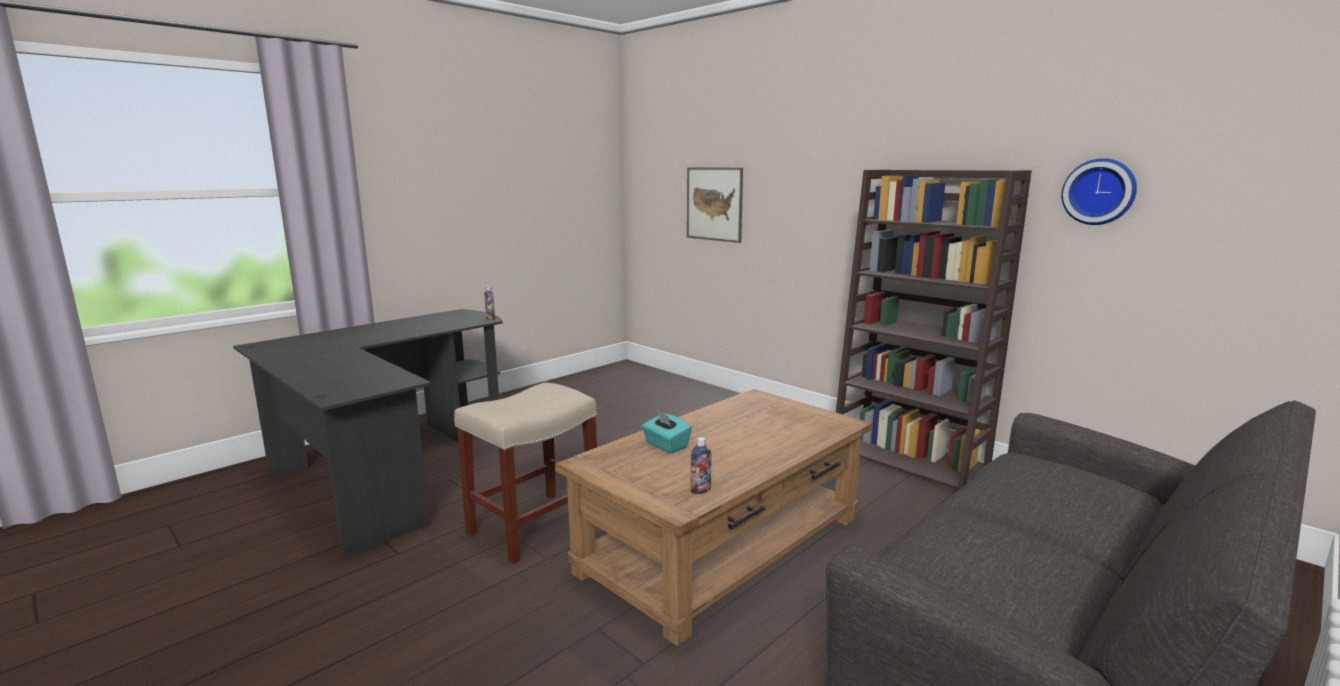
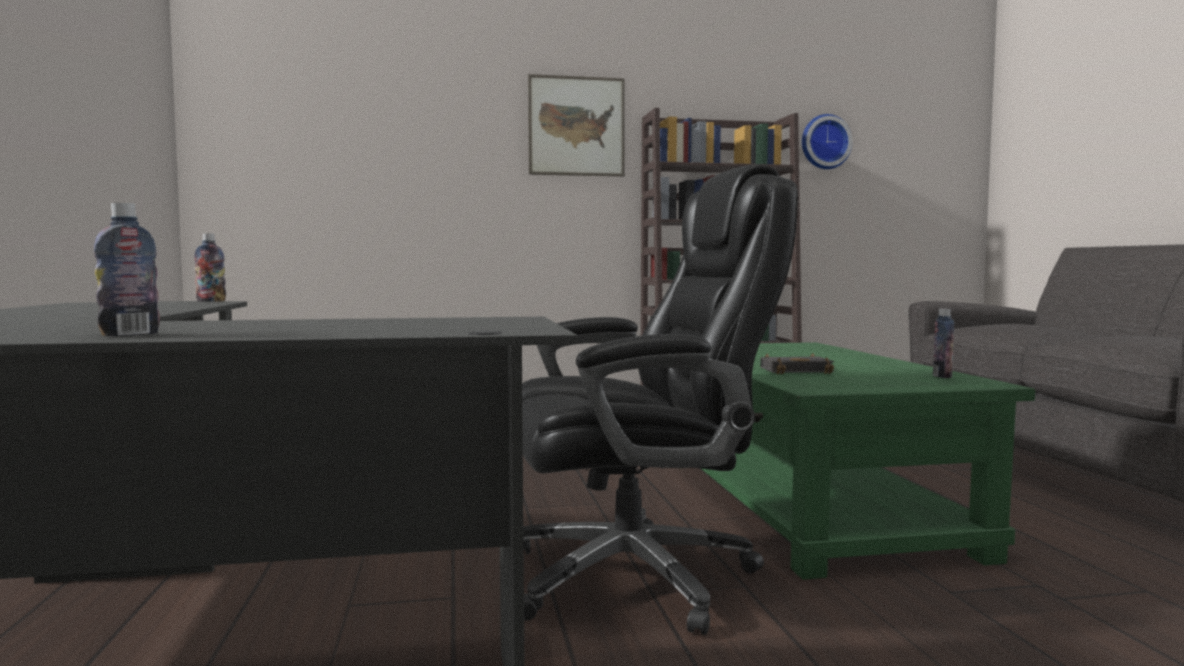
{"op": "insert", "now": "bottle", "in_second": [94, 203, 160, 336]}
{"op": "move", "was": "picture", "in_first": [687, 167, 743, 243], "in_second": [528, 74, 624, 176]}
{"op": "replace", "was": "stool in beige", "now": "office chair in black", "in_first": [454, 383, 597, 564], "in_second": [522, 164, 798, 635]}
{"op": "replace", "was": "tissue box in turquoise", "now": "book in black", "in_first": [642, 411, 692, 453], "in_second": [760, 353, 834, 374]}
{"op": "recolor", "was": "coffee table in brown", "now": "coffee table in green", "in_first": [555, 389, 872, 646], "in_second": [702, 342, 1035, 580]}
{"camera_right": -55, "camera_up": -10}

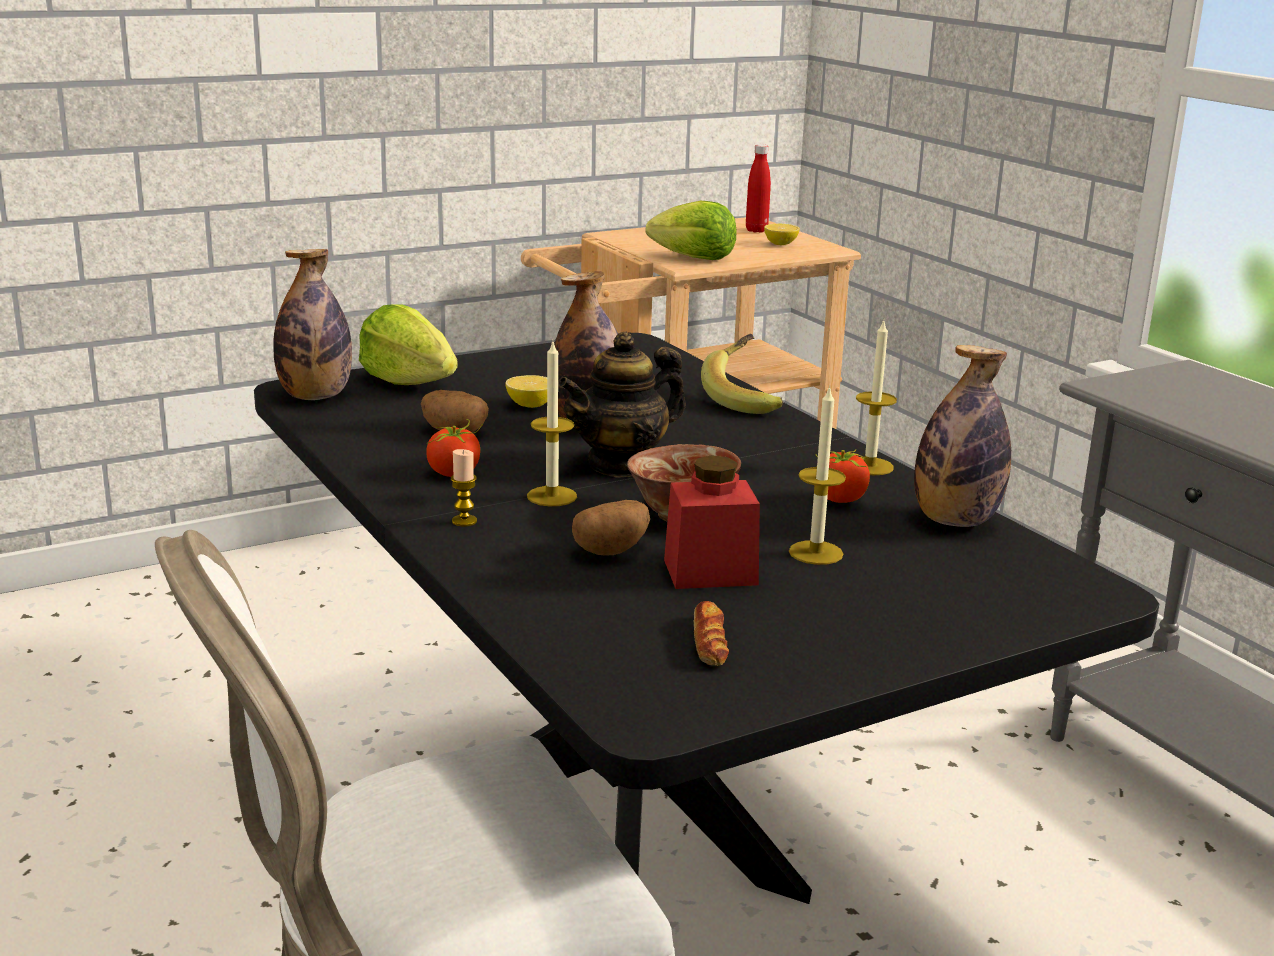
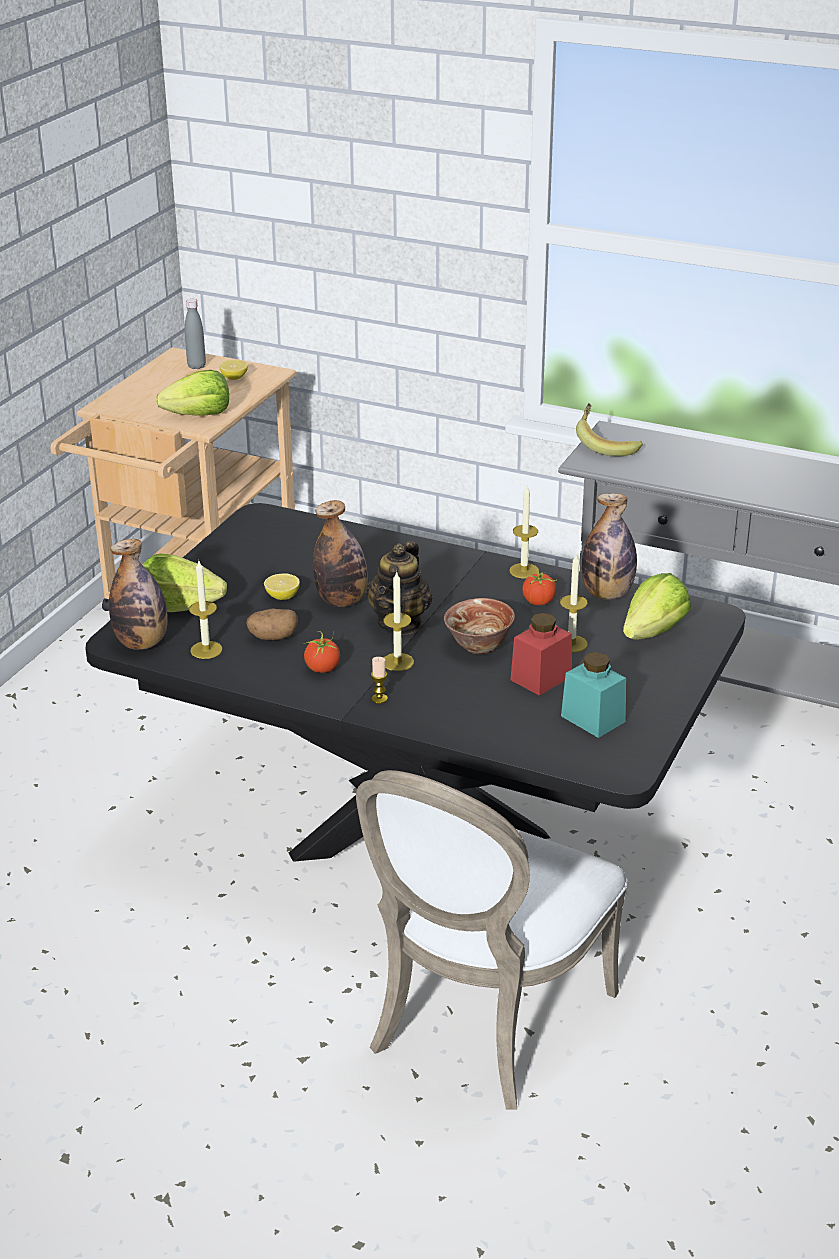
{"op": "delete", "was": "potato", "in_first": [572, 500, 650, 556]}
{"op": "insert", "now": "candle", "in_second": [189, 561, 222, 659]}
{"op": "insert", "now": "lettuce", "in_second": [623, 573, 691, 639]}
{"op": "move", "was": "banana", "in_first": [701, 334, 783, 414], "in_second": [576, 403, 643, 457]}
{"op": "replace", "was": "bread", "now": "jar in turquoise", "in_first": [694, 601, 729, 666], "in_second": [561, 652, 626, 738]}
{"op": "recolor", "was": "bottle in red", "now": "bottle in grey", "in_first": [746, 144, 771, 233], "in_second": [185, 299, 206, 369]}
{"camera_right": -35, "camera_up": 10}

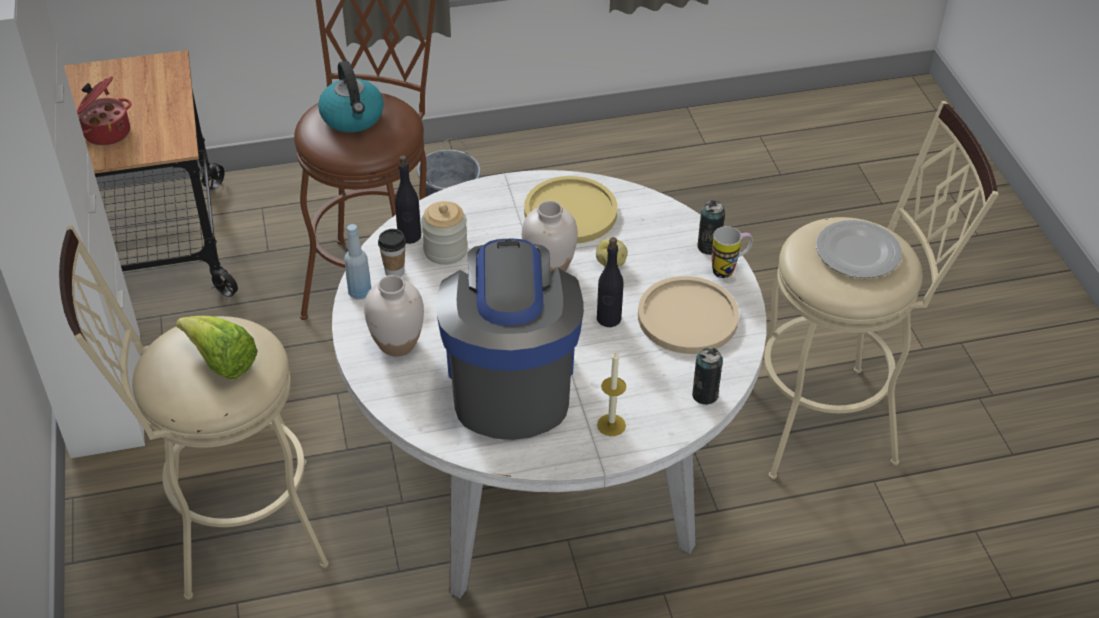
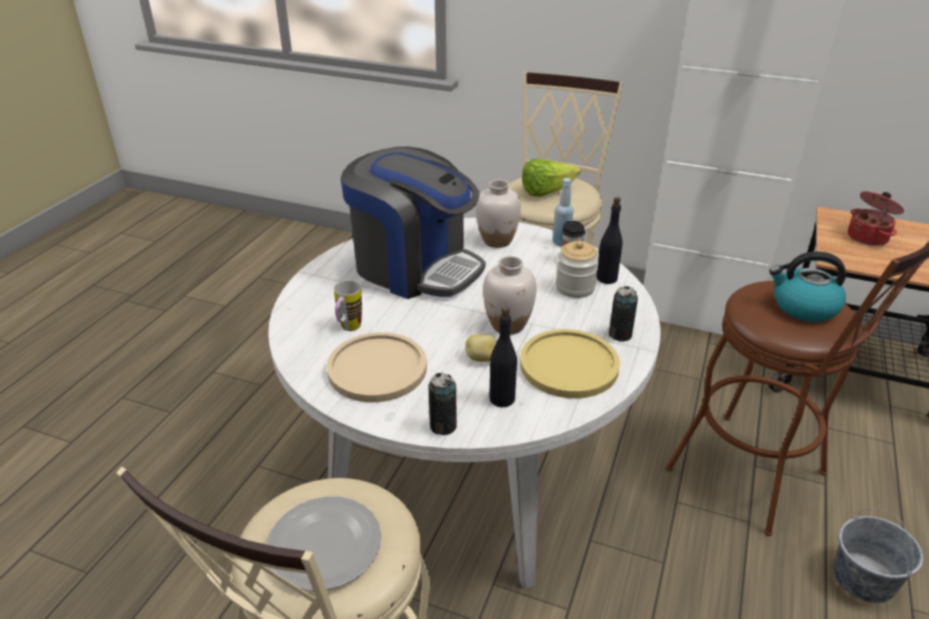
{"op": "delete", "was": "candle", "in_first": [597, 352, 626, 436]}
{"op": "move", "was": "bottle in black", "in_first": [597, 237, 623, 327], "in_second": [489, 306, 517, 407]}
{"op": "move", "was": "can", "in_first": [692, 347, 723, 405], "in_second": [609, 286, 638, 342]}
{"op": "move", "was": "mug", "in_first": [712, 226, 753, 278], "in_second": [334, 280, 362, 331]}
{"camera_right": 125, "camera_up": -10}

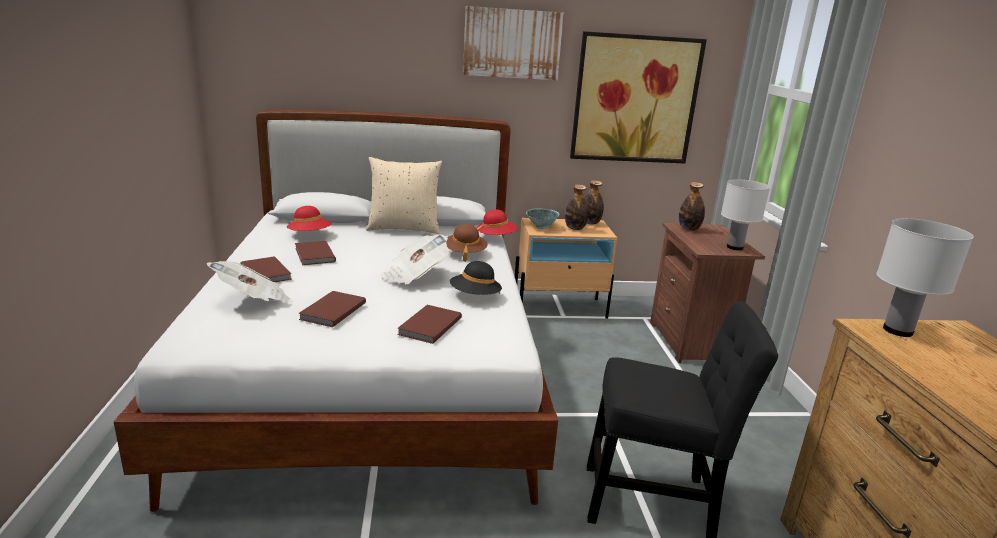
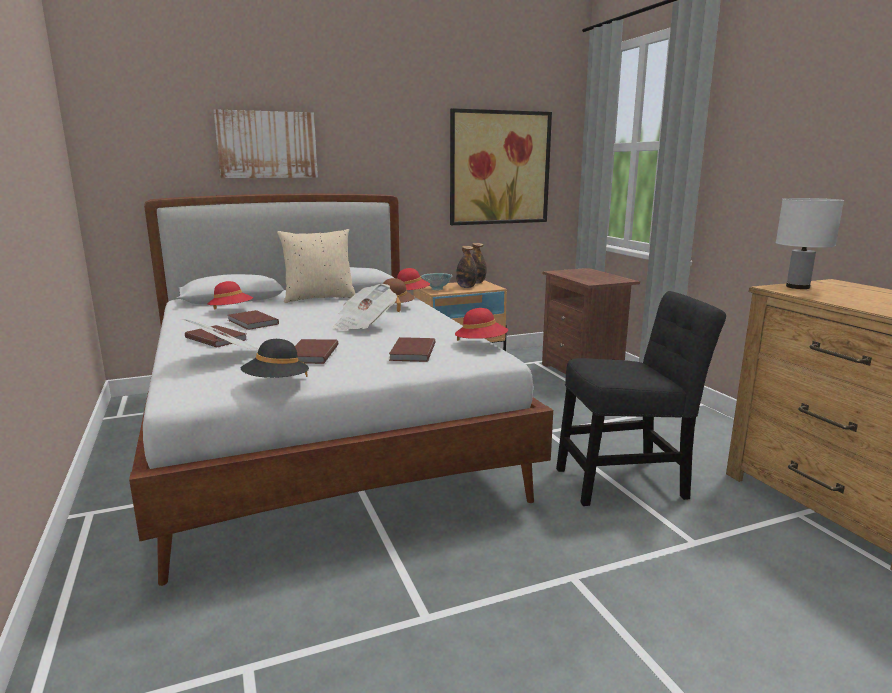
{"op": "delete", "was": "bottle", "in_first": [679, 182, 705, 231]}
{"op": "delete", "was": "table lamp in white", "in_first": [721, 179, 770, 250]}
{"op": "insert", "now": "hat in red", "in_second": [455, 308, 508, 341]}
{"op": "move", "was": "hat in black", "in_first": [450, 261, 502, 295], "in_second": [241, 339, 309, 378]}
{"op": "move", "was": "picture", "in_first": [463, 6, 564, 80], "in_second": [214, 109, 318, 178]}
{"camera_right": -15, "camera_up": -5}

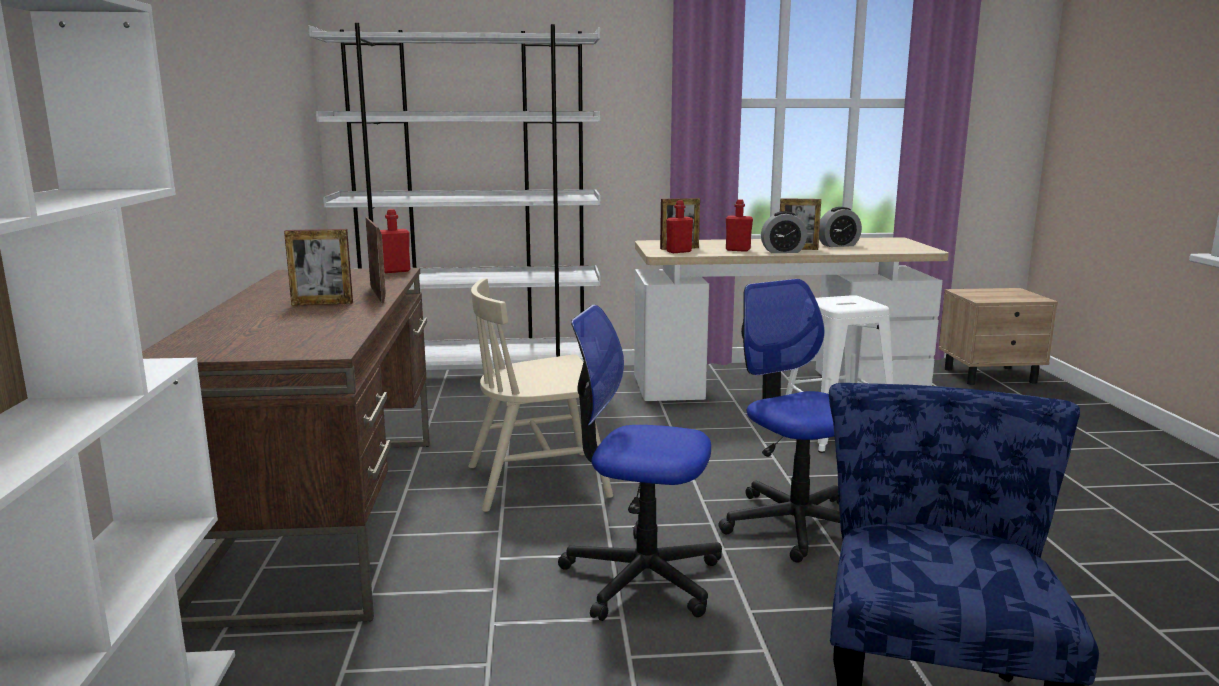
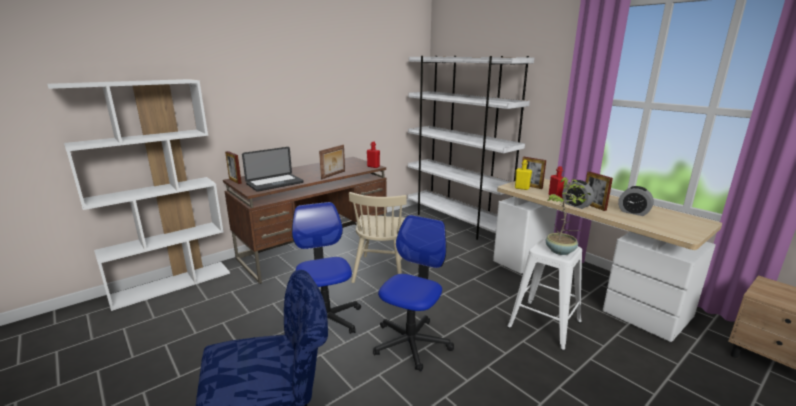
{"op": "insert", "now": "laptop", "in_second": [242, 147, 304, 192]}
{"op": "insert", "now": "potted plant", "in_second": [545, 177, 591, 255]}
{"op": "move", "was": "picture frame", "in_first": [284, 229, 353, 306], "in_second": [225, 151, 242, 184]}
{"op": "recolor", "was": "bottle in red", "now": "bottle in yellow", "in_first": [666, 200, 693, 253], "in_second": [515, 160, 532, 190]}
{"op": "rotate", "was": "chair in beige", "in_first": [469, 278, 613, 512], "in_second": [349, 192, 407, 283], "clockwise": -120}
{"camera_right": 55, "camera_up": 5}

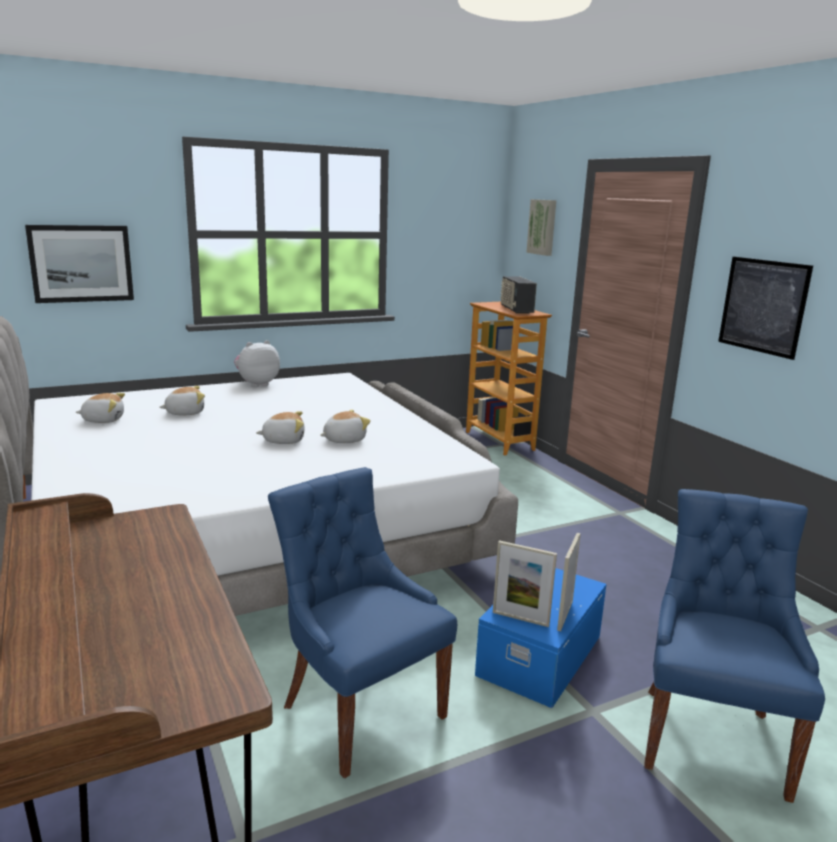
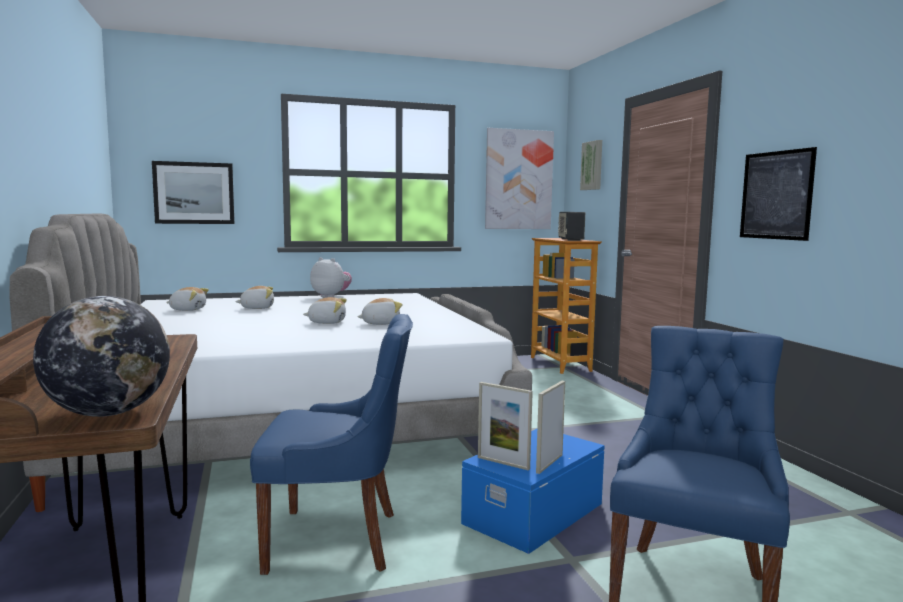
{"op": "insert", "now": "globe", "in_second": [33, 296, 170, 417]}
{"op": "insert", "now": "picture", "in_second": [485, 128, 554, 229]}
{"op": "rotate", "was": "plush toy", "in_first": [234, 340, 280, 387], "in_second": [310, 257, 352, 297], "clockwise": 60}
{"op": "rotate", "was": "chair in blue", "in_first": [268, 467, 457, 778], "in_second": [250, 314, 413, 575], "clockwise": 120}
{"camera_right": 10, "camera_up": -10}

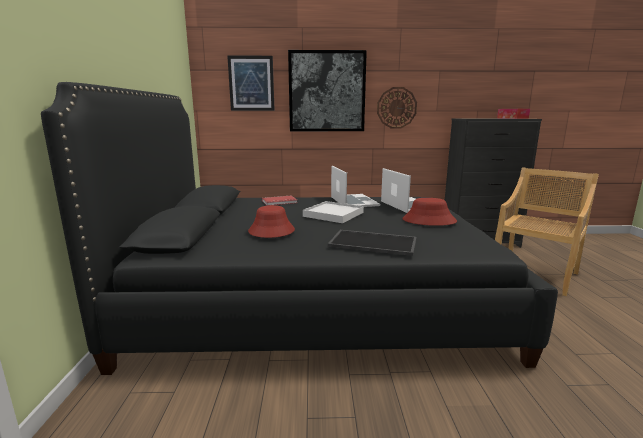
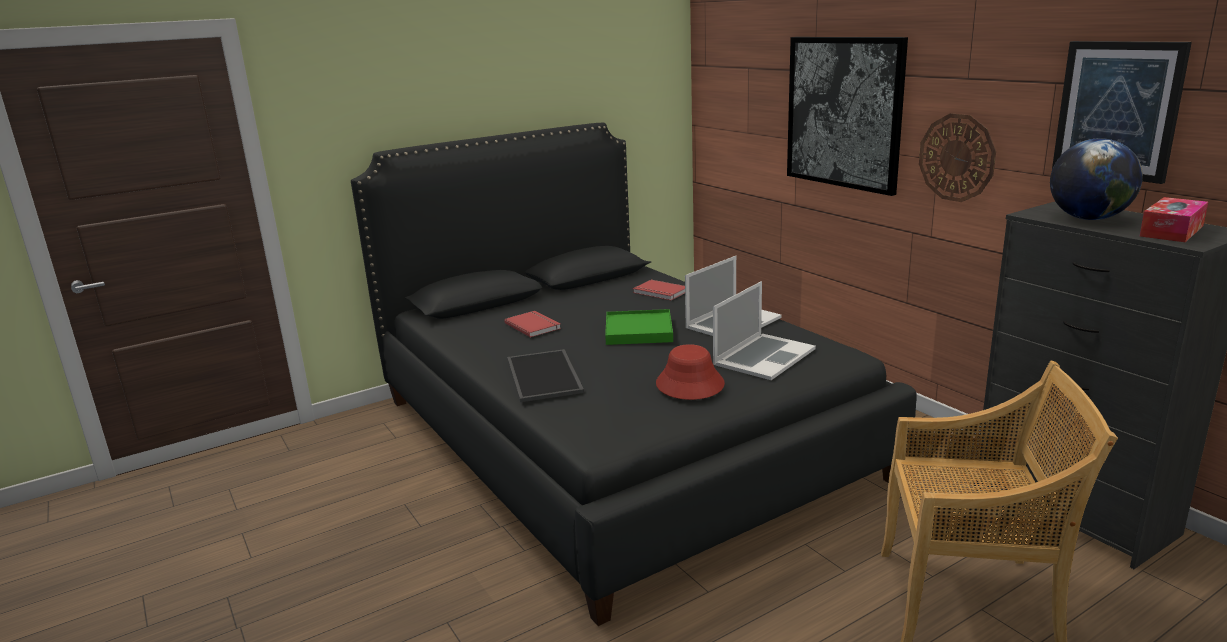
{"op": "insert", "now": "globe", "in_second": [1050, 138, 1143, 220]}
{"op": "move", "was": "picture", "in_first": [227, 56, 275, 111], "in_second": [1052, 41, 1192, 184]}
{"op": "replace", "was": "hat in red", "now": "book in red", "in_first": [248, 205, 295, 238], "in_second": [504, 311, 561, 338]}
{"op": "recolor", "was": "tray in white", "now": "tray in green", "in_first": [303, 201, 364, 223], "in_second": [605, 309, 673, 345]}
{"camera_right": 60, "camera_up": 5}

